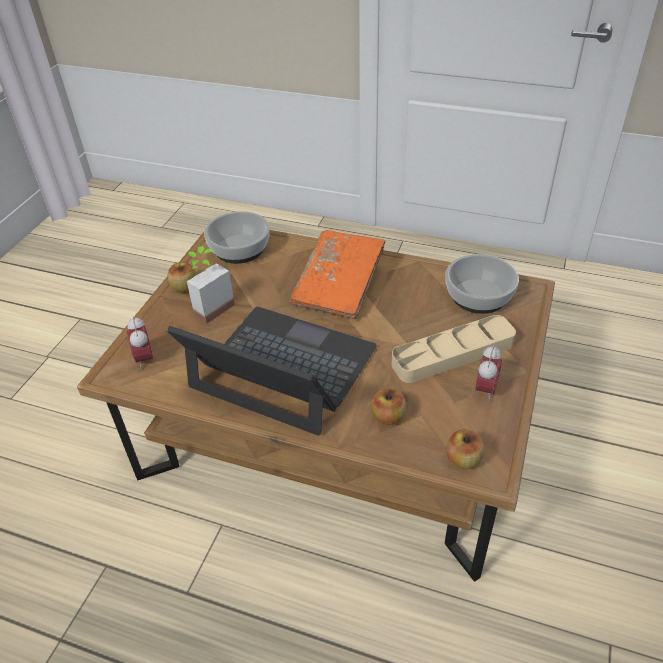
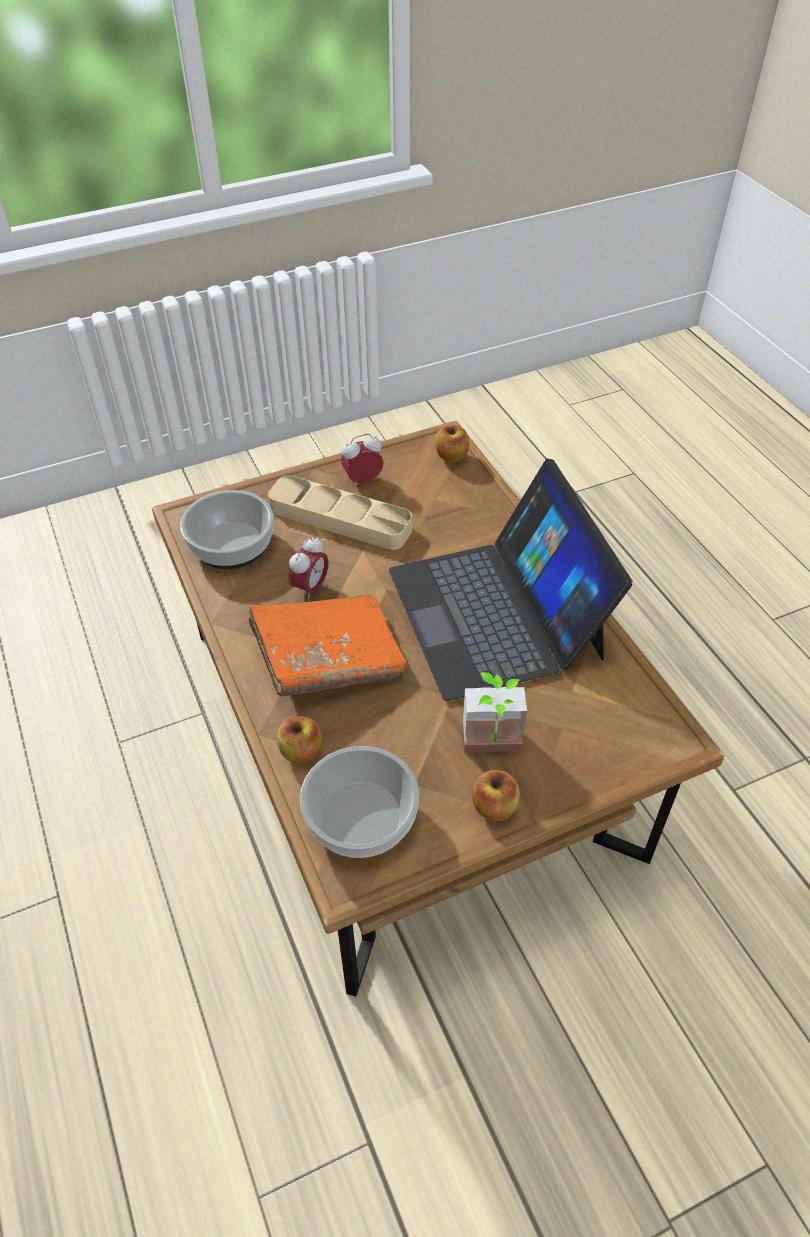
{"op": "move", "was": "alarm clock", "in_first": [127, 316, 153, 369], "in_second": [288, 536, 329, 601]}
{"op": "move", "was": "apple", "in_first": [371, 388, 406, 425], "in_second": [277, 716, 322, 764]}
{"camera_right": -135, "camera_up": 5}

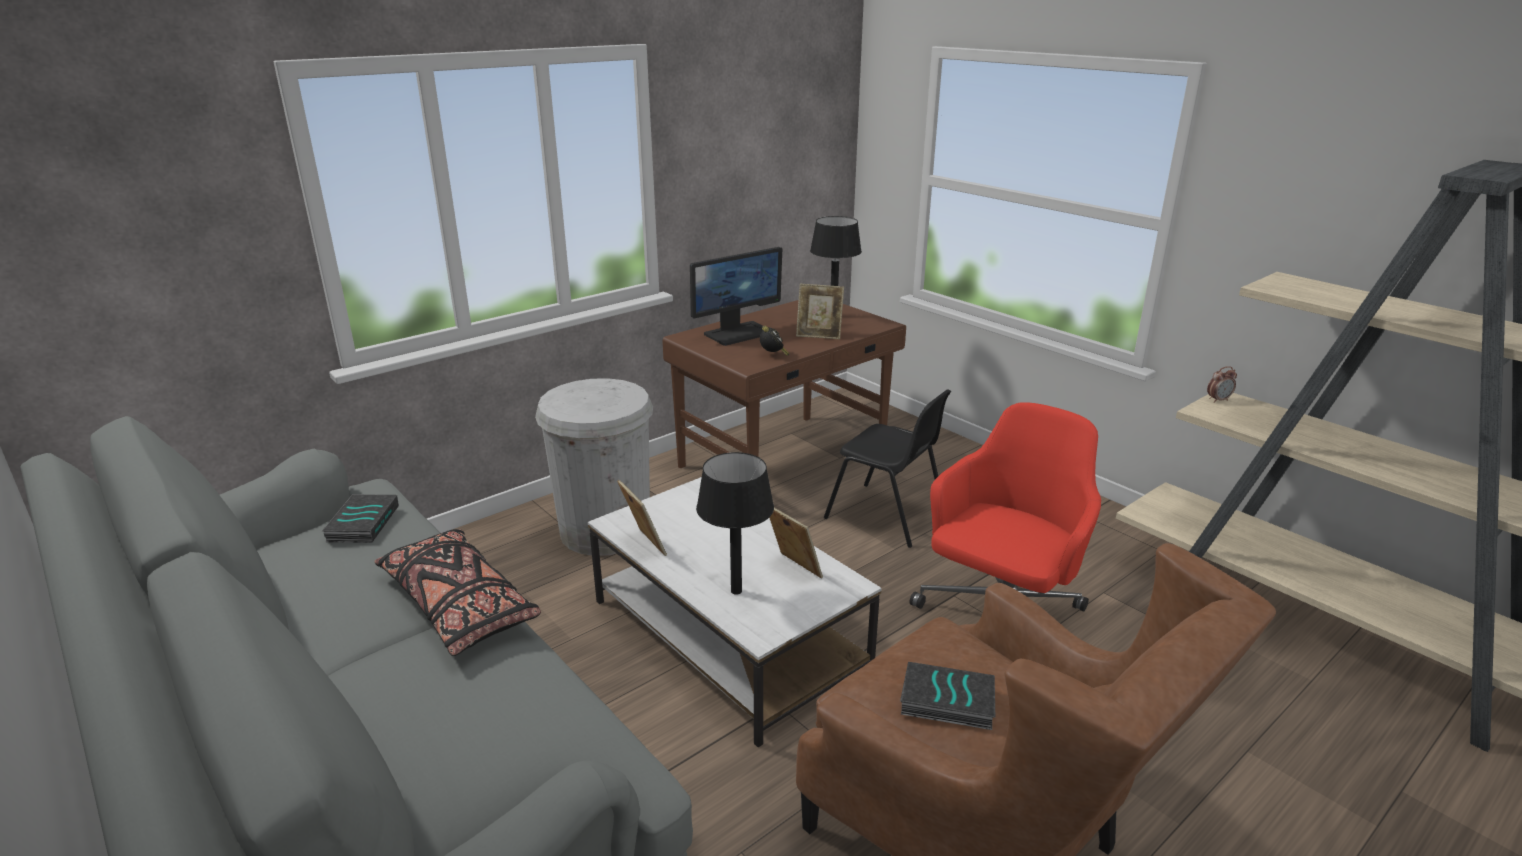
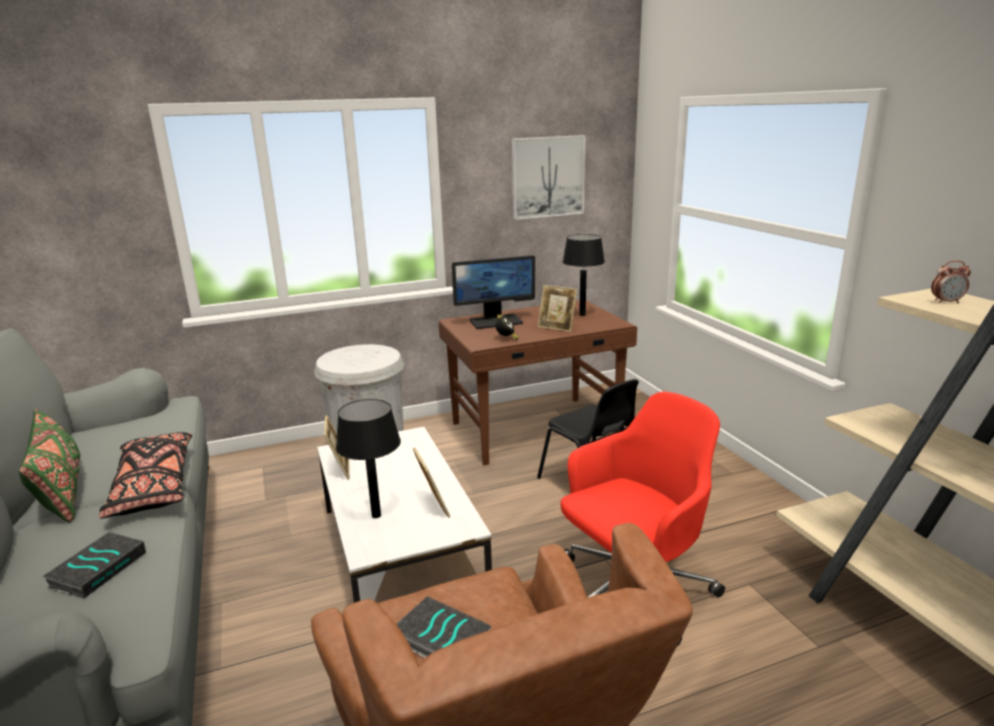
{"op": "insert", "now": "pillow in green", "in_second": [19, 409, 80, 522]}
{"op": "insert", "now": "picture", "in_second": [512, 135, 586, 220]}
{"op": "move", "was": "book", "in_first": [321, 494, 399, 543], "in_second": [42, 532, 146, 599]}
{"op": "move", "was": "alarm clock", "in_first": [1207, 366, 1237, 403], "in_second": [931, 261, 971, 304]}
{"camera_right": 20, "camera_up": -5}

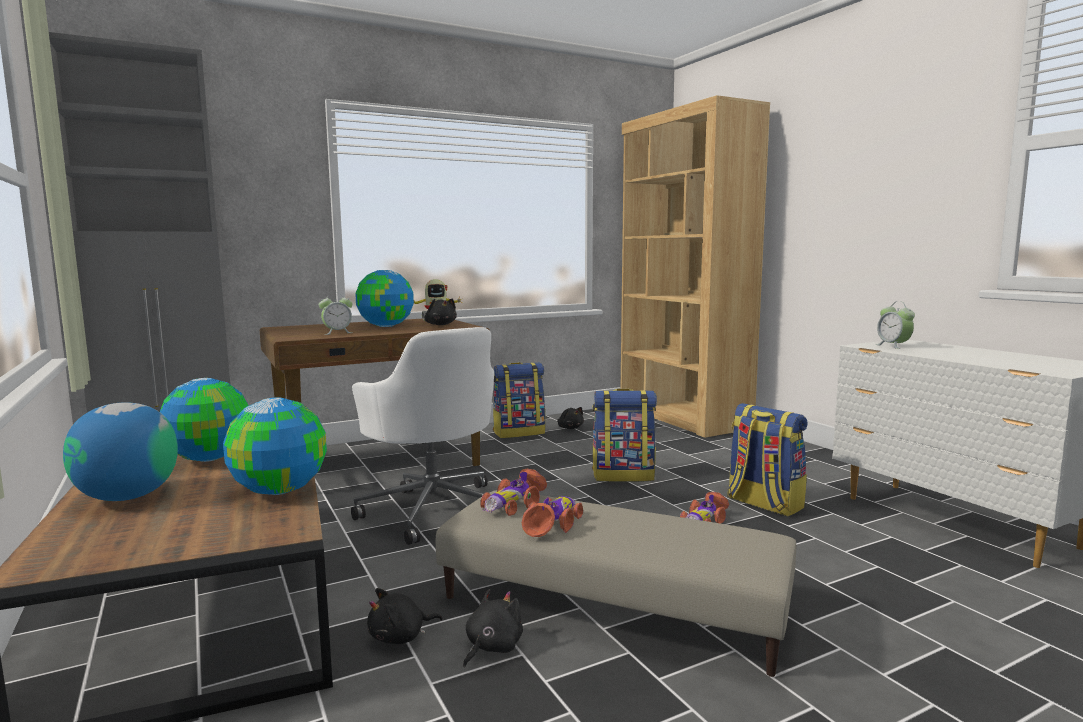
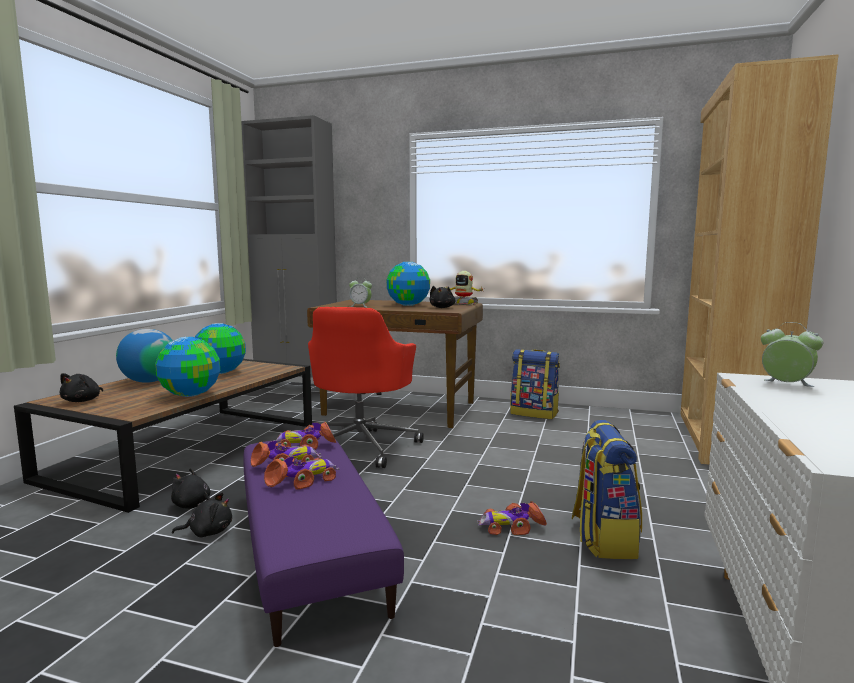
{"op": "delete", "was": "backpack", "in_first": [592, 389, 657, 482]}
{"op": "insert", "now": "toy car", "in_second": [264, 456, 339, 490]}
{"op": "move", "was": "plush toy in black", "in_first": [557, 407, 584, 429], "in_second": [60, 373, 103, 402]}
{"op": "recolor", "was": "office chair in white", "now": "office chair in red", "in_first": [351, 327, 494, 545], "in_second": [308, 307, 424, 468]}
{"op": "recolor", "was": "ottoman in beige", "now": "ottoman in purple", "in_first": [436, 490, 796, 677], "in_second": [243, 436, 404, 647]}
{"op": "rotate", "was": "alarm clock", "in_first": [875, 301, 915, 349], "in_second": [761, 322, 823, 387], "clockwise": 105}
{"camera_right": 45, "camera_up": 0}

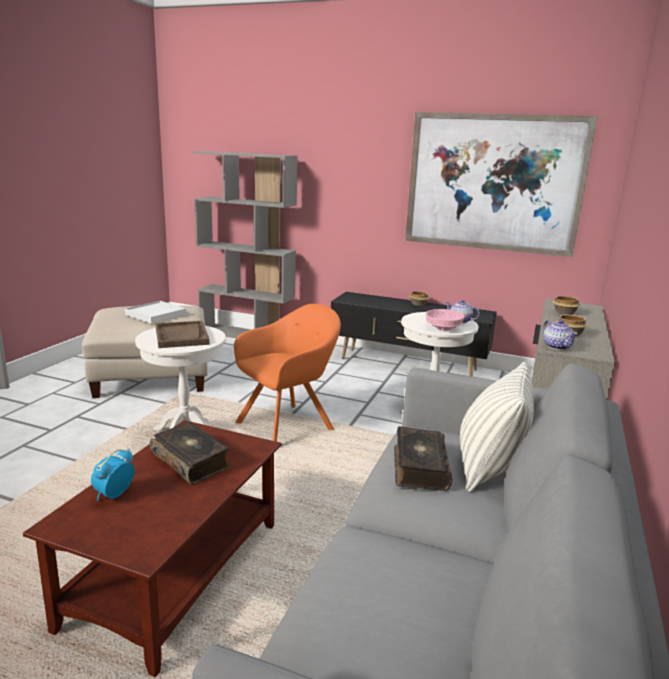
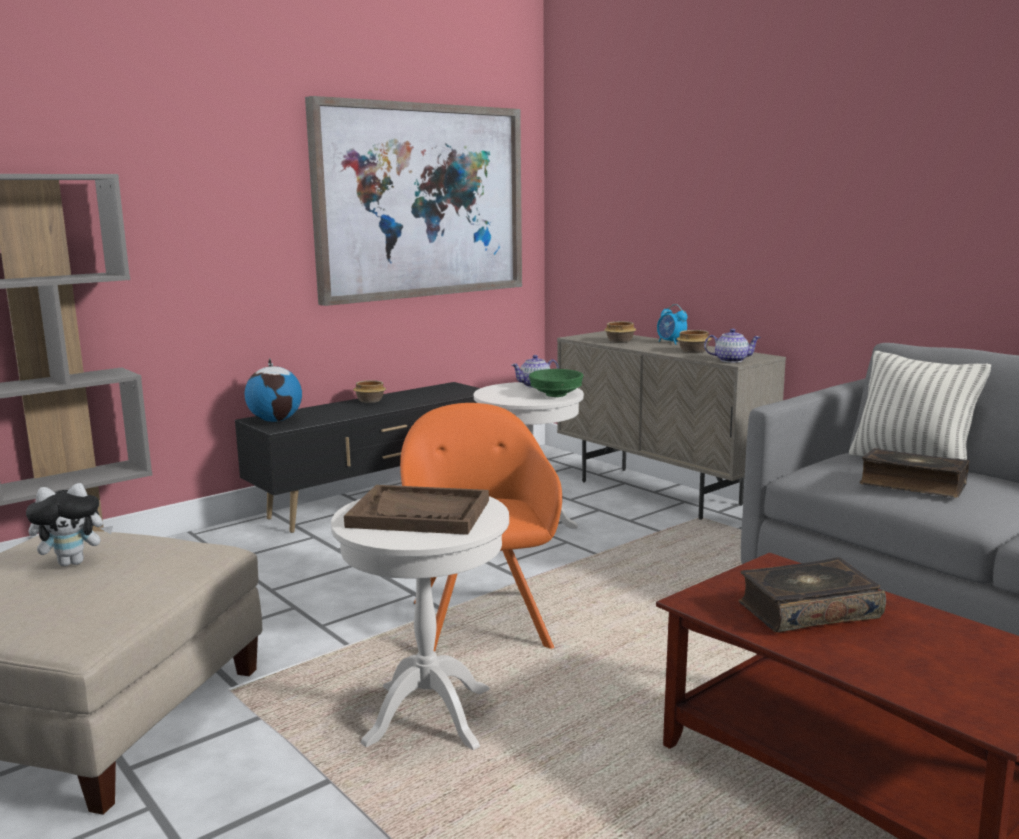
{"op": "insert", "now": "globe", "in_second": [245, 358, 302, 422]}
{"op": "move", "was": "alarm clock", "in_first": [91, 449, 135, 501], "in_second": [657, 304, 687, 345]}
{"op": "replace", "was": "tray in white", "now": "plush toy", "in_first": [125, 301, 186, 324], "in_second": [26, 483, 113, 566]}
{"op": "recolor", "was": "bowl in pink", "now": "bowl in green", "in_first": [425, 309, 465, 331], "in_second": [529, 369, 583, 397]}
{"camera_right": -60, "camera_up": -5}

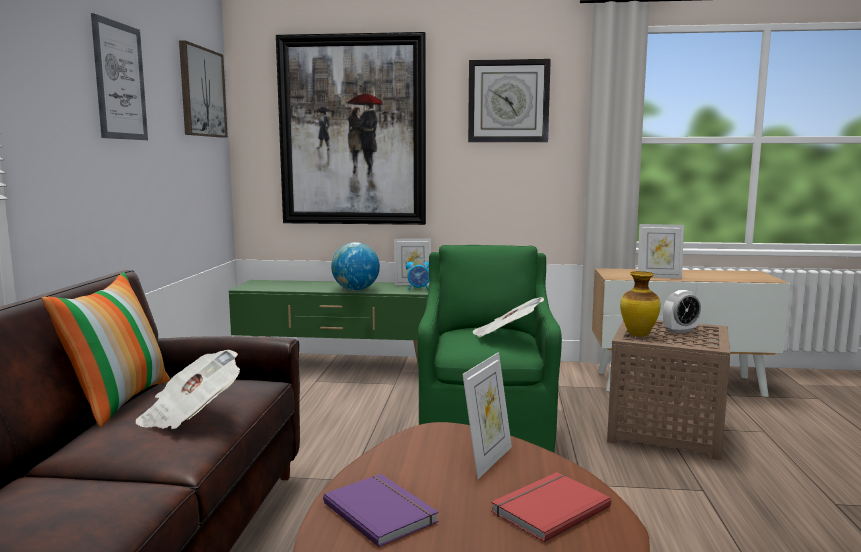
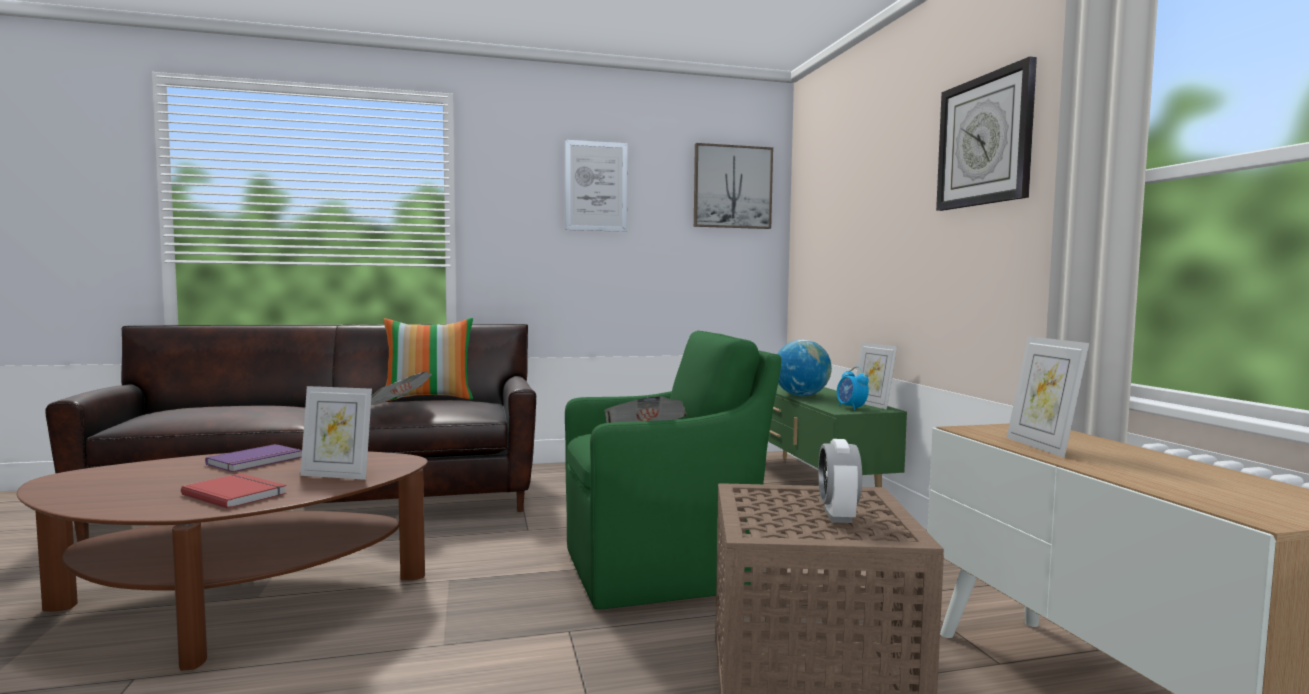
{"op": "delete", "was": "picture", "in_first": [276, 32, 426, 225]}
{"op": "delete", "was": "vase", "in_first": [620, 271, 661, 337]}
{"op": "rotate", "was": "alarm clock", "in_first": [663, 290, 701, 333], "in_second": [818, 439, 862, 523], "clockwise": 45}
{"camera_right": 70, "camera_up": -5}

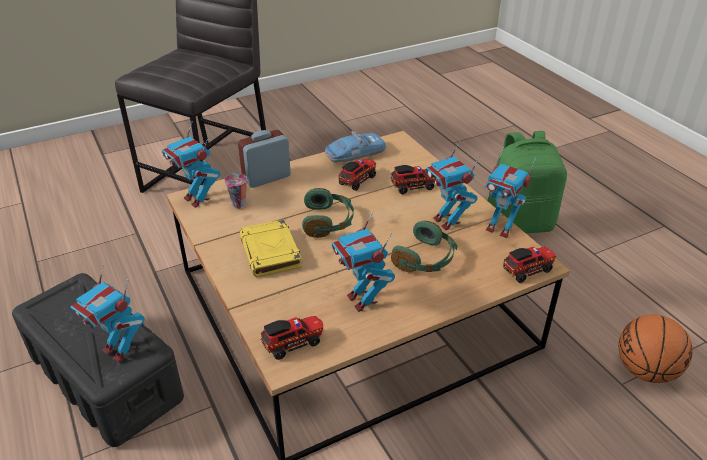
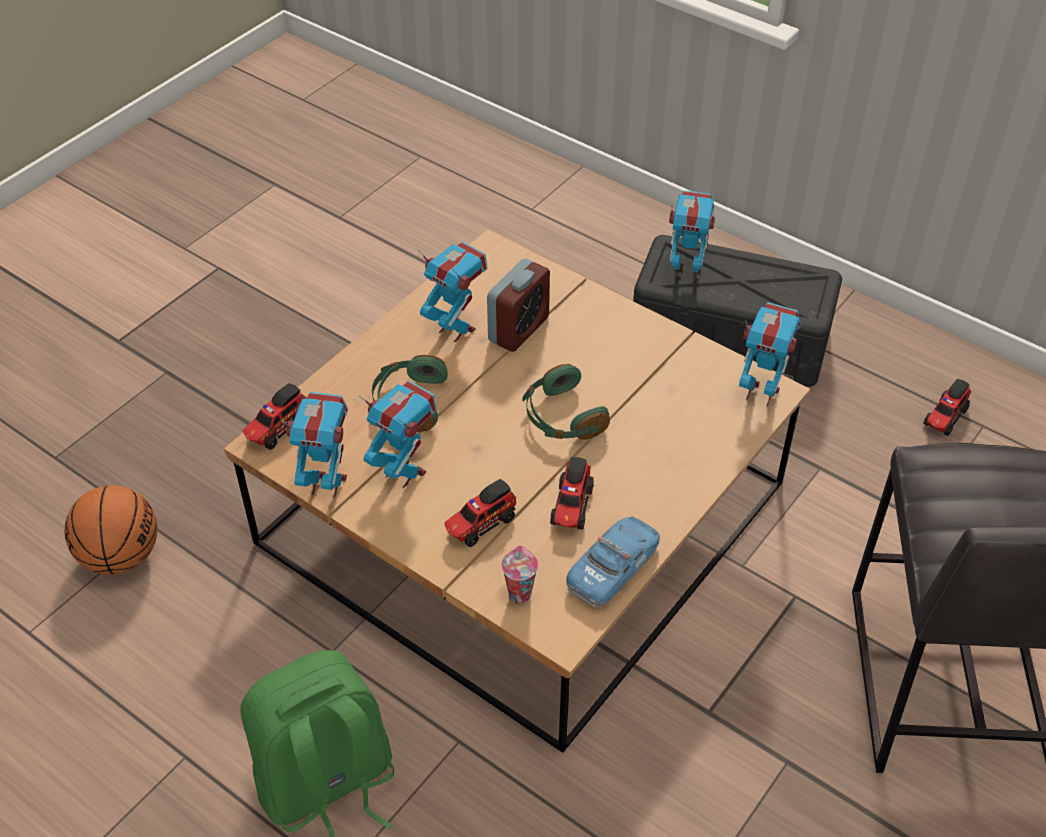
{"op": "delete", "was": "book in yellow", "in_first": [239, 219, 302, 277]}
{"op": "move", "was": "cup", "in_first": [225, 173, 247, 209], "in_second": [501, 545, 538, 604]}
{"op": "move", "was": "alarm clock", "in_first": [238, 130, 291, 188], "in_second": [487, 259, 550, 352]}
{"op": "move", "was": "toy truck", "in_first": [261, 316, 323, 360], "in_second": [923, 379, 971, 436]}
{"camera_right": 155, "camera_up": 10}

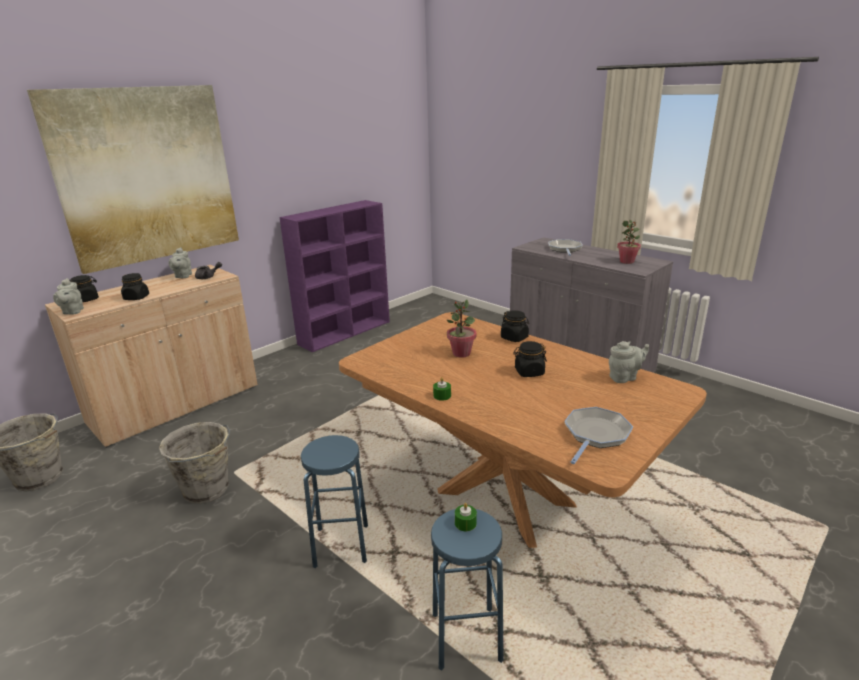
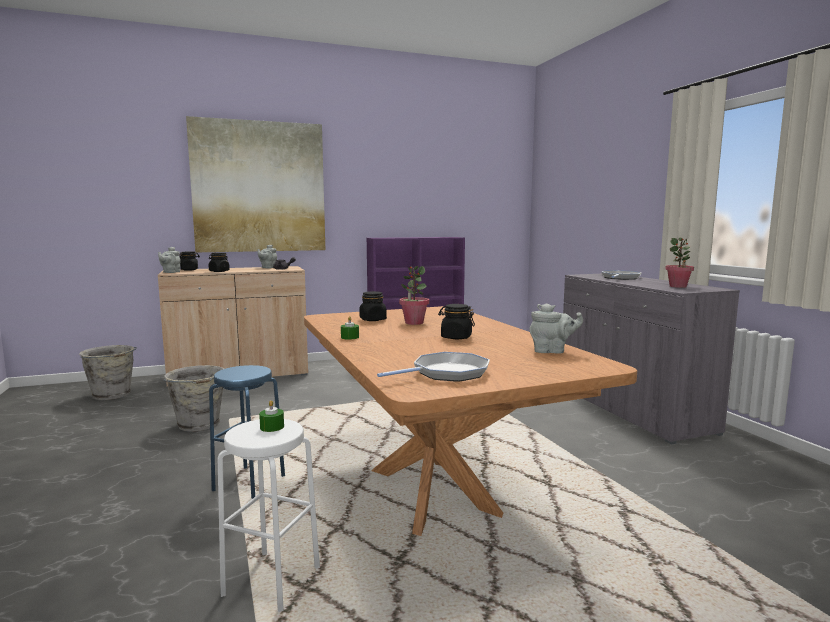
{"op": "move", "was": "jar in black", "in_first": [501, 310, 529, 342], "in_second": [360, 291, 387, 321]}
{"op": "recolor", "was": "stool in blue", "now": "stool in white", "in_first": [431, 509, 503, 671], "in_second": [218, 419, 320, 612]}
{"camera_right": 25, "camera_up": -15}

